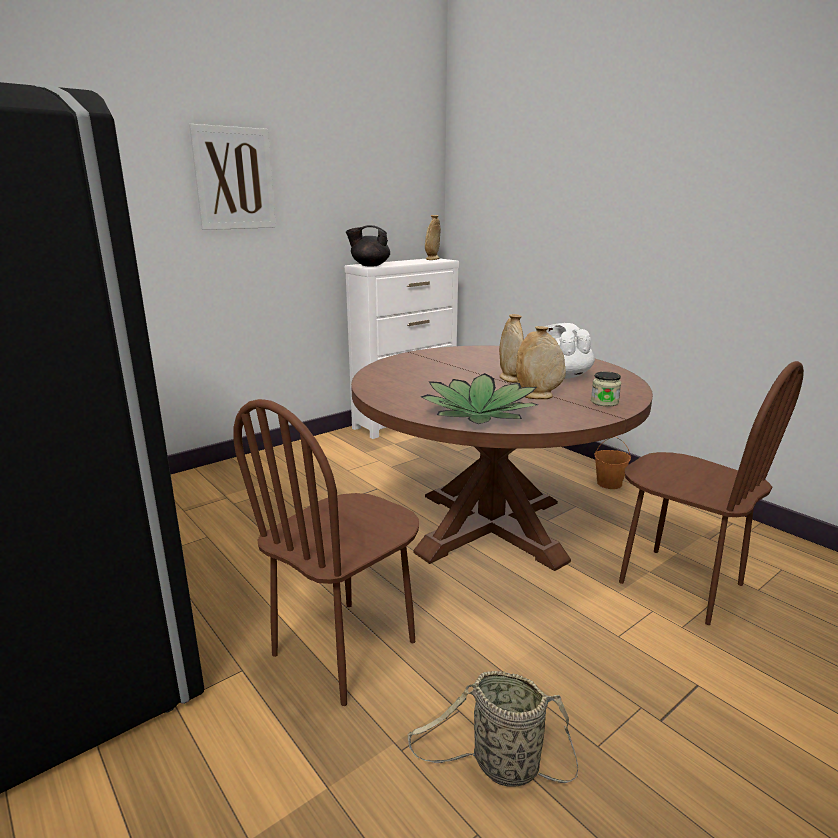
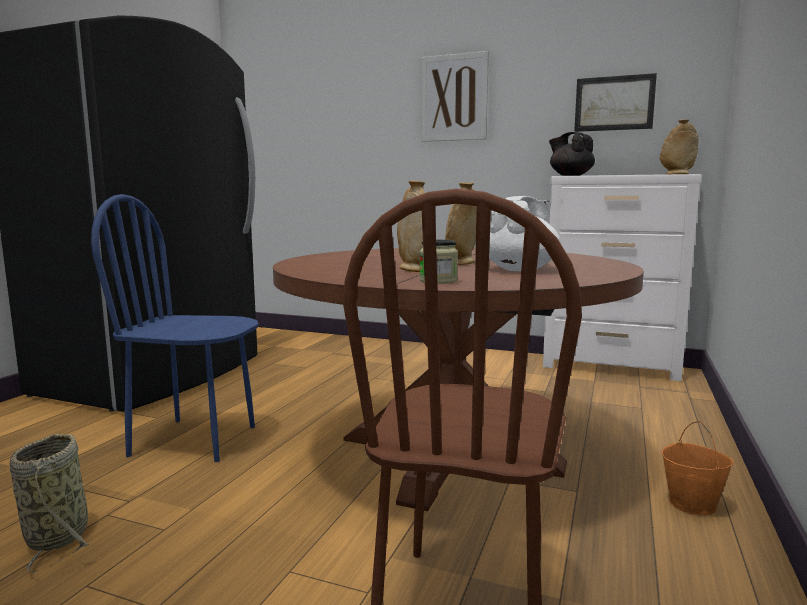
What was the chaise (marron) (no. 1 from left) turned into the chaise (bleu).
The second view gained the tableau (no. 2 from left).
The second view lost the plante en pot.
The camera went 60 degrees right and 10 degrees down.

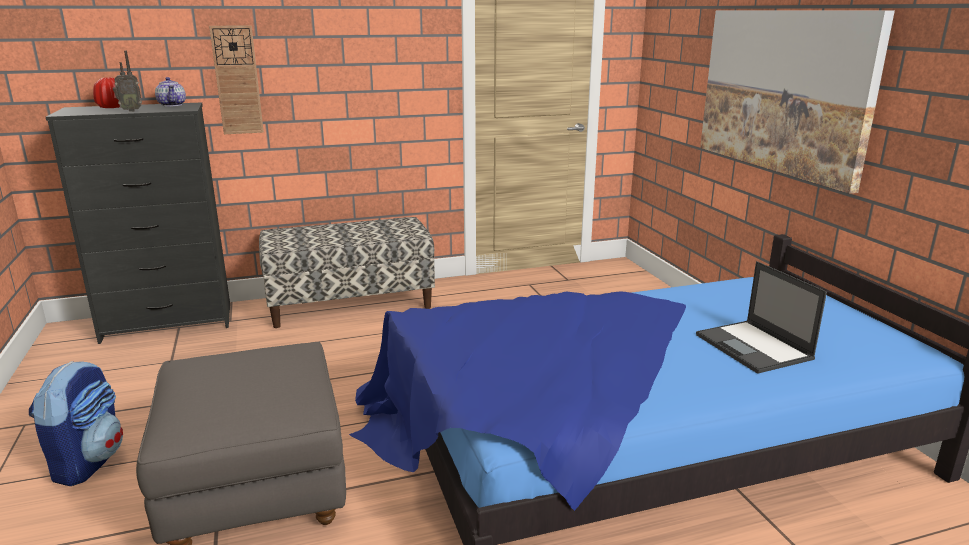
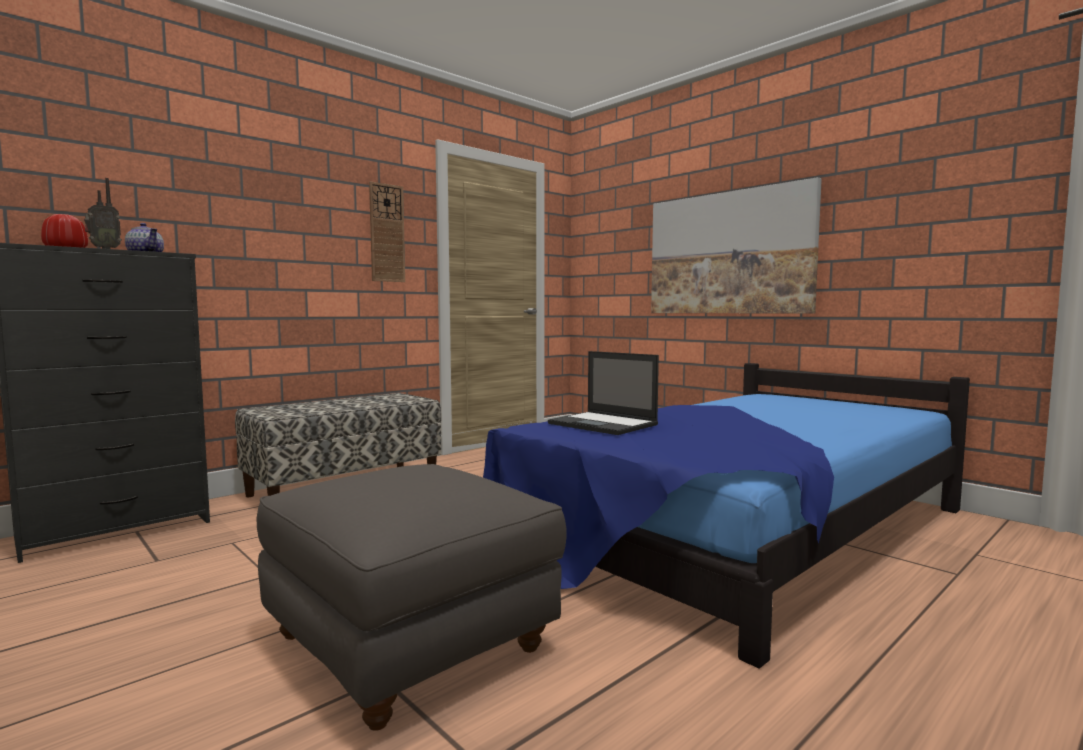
The horloge murale ended up elsewhere.
The ordinateur portable ended up elsewhere.
The second view lost the sac à dos.
The camera went 25 degrees left and 15 degrees down.

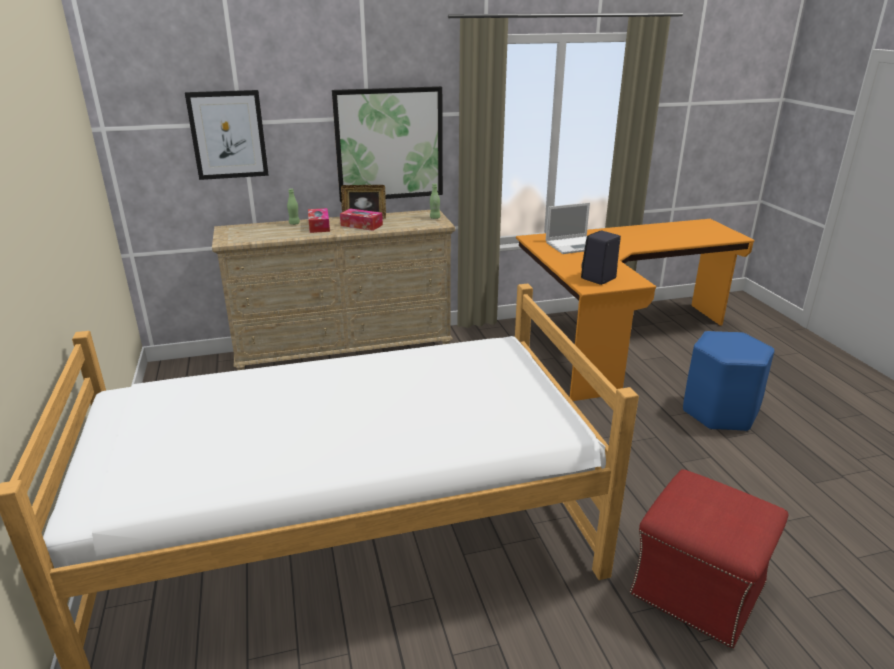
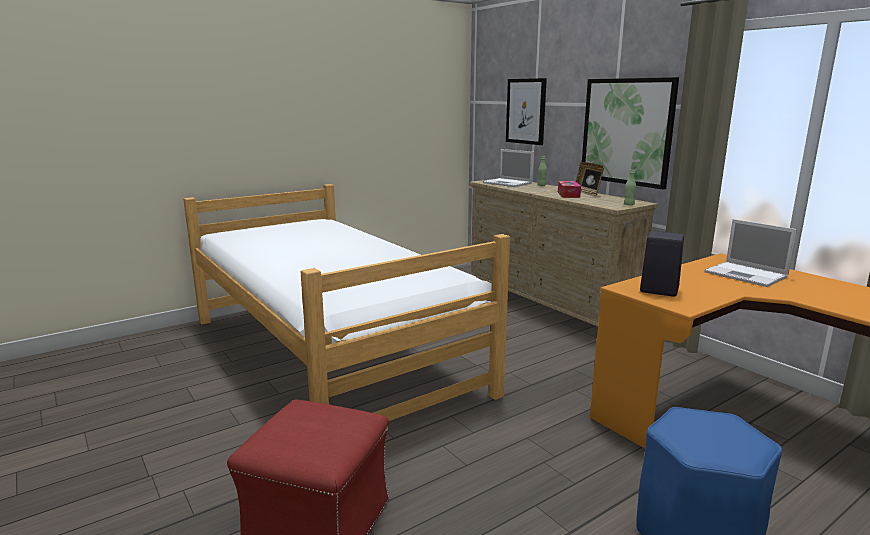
The second view gained the ordinateur portable (no. 1 from left).
The second view lost the boîte à mouchoirs (no. 1 from left).
The camera went 70 degrees right and 10 degrees down.

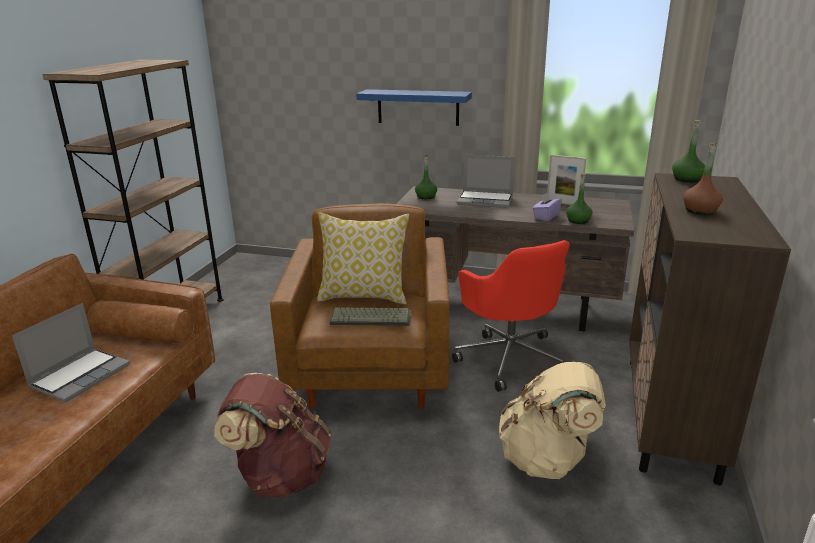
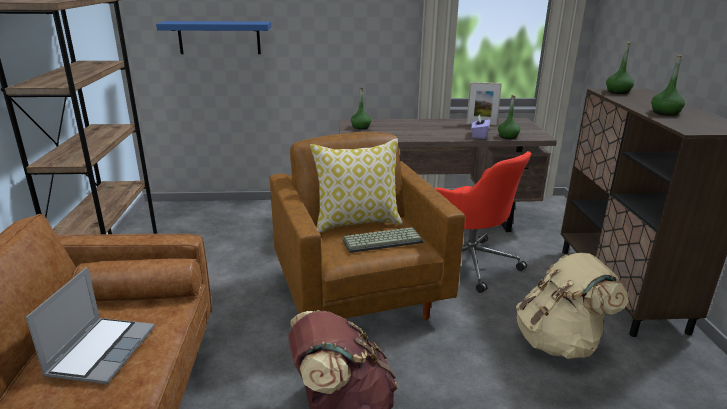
The étagère (bleu) ended up elsewhere.
What was the bouteille (marron) turned into the bouteille (vert) (no. 4 from left).
The second view lost the ordinateur portable (no. 2 from left).
The camera went 20 degrees left and 0 degrees up.

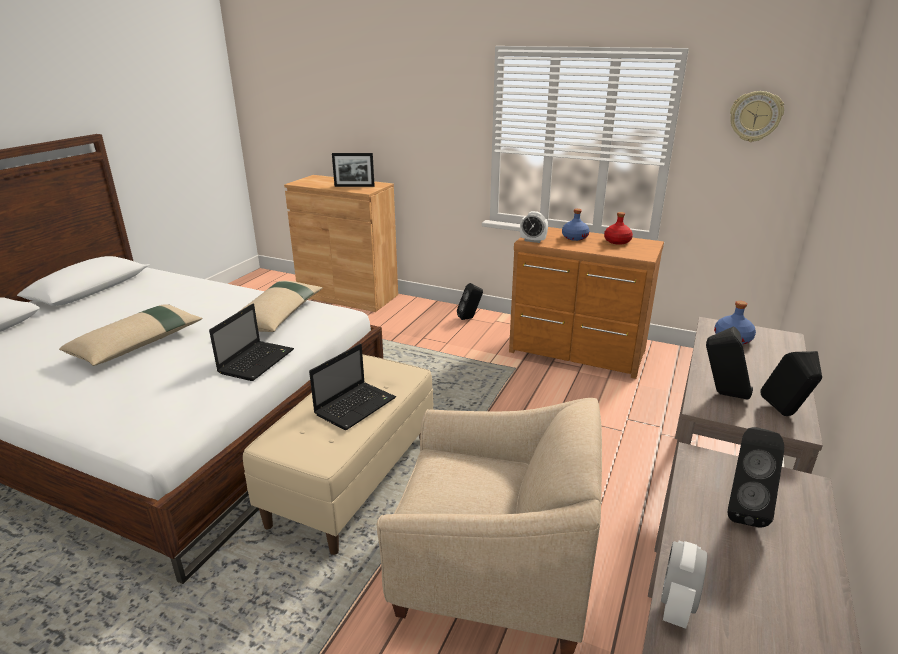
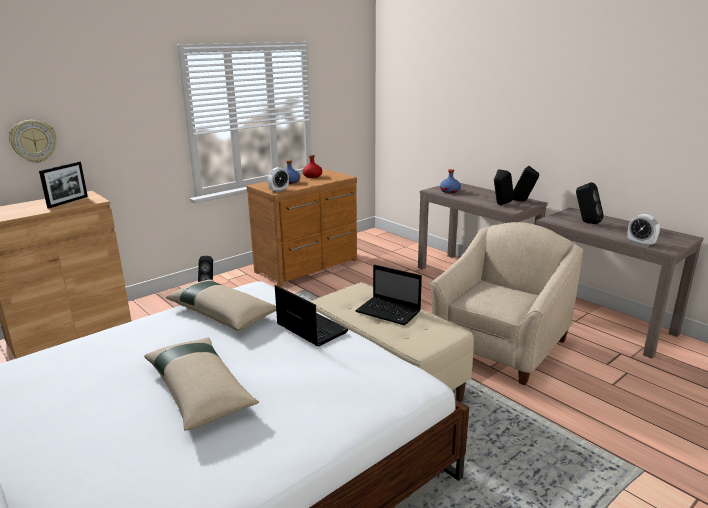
The horloge murale ended up elsewhere.
The ordinateur portable (no. 2 from left) ended up facing another way, 150 degrees clockwise from before.
The camera went 65 degrees left and 5 degrees down.

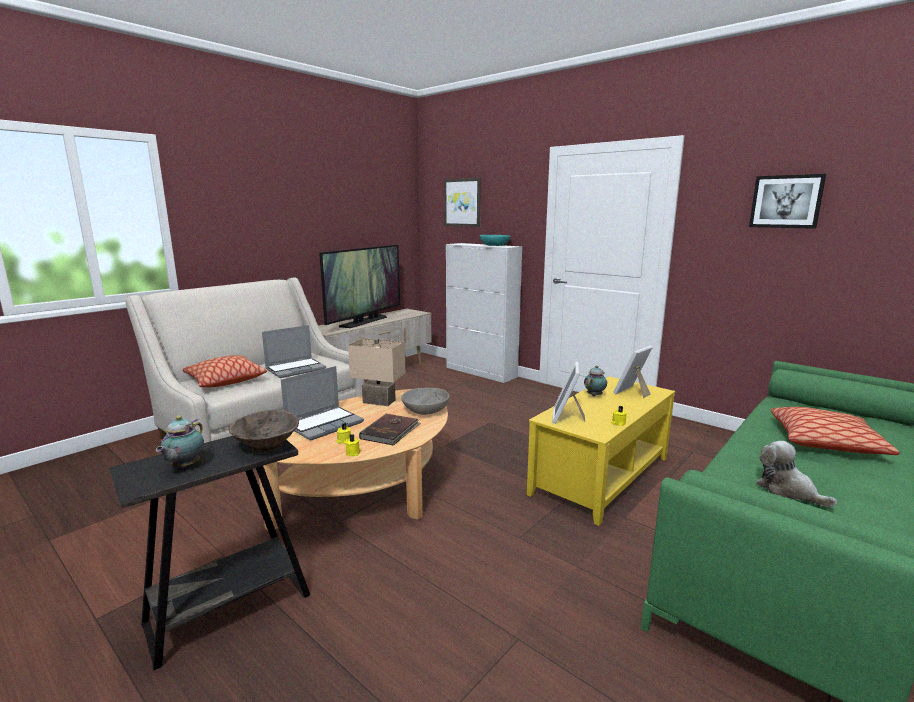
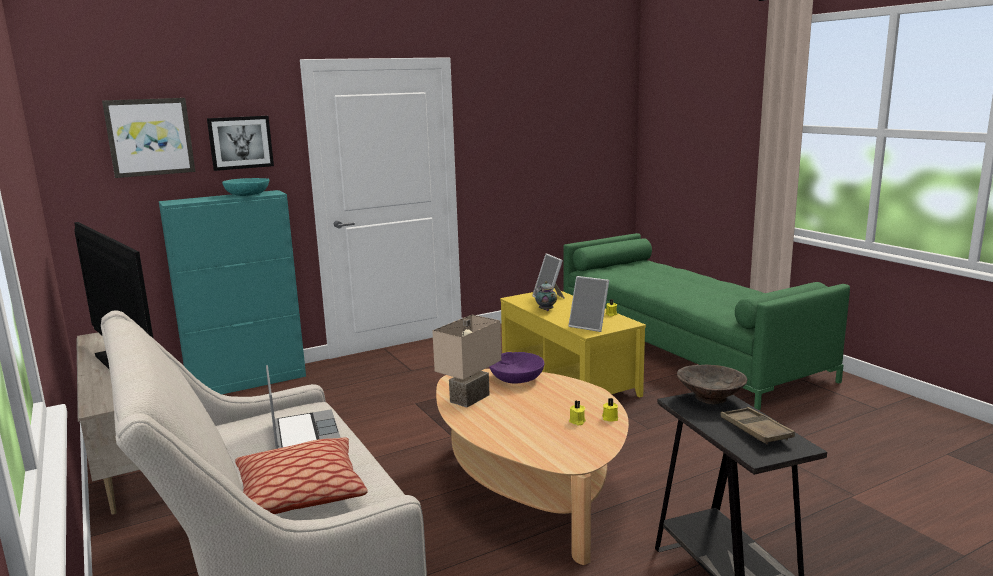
What was the meuble de rangement (blanc) turned into the meuble de rangement (turquoise).
The tableau (no. 2 from left) ended up elsewhere.
What was the bol (gris) turned into the bol (violet).
Where the théière (no. 1 from left) stood, the plateau (marron) came to stand.
The second view lost the ordinateur portable (no. 2 from left).
The second view lost the livre (marron).
The second view lost the peluche.
The second view lost the coussin (no. 2 from left).
The camera went 70 degrees left and 0 degrees up.

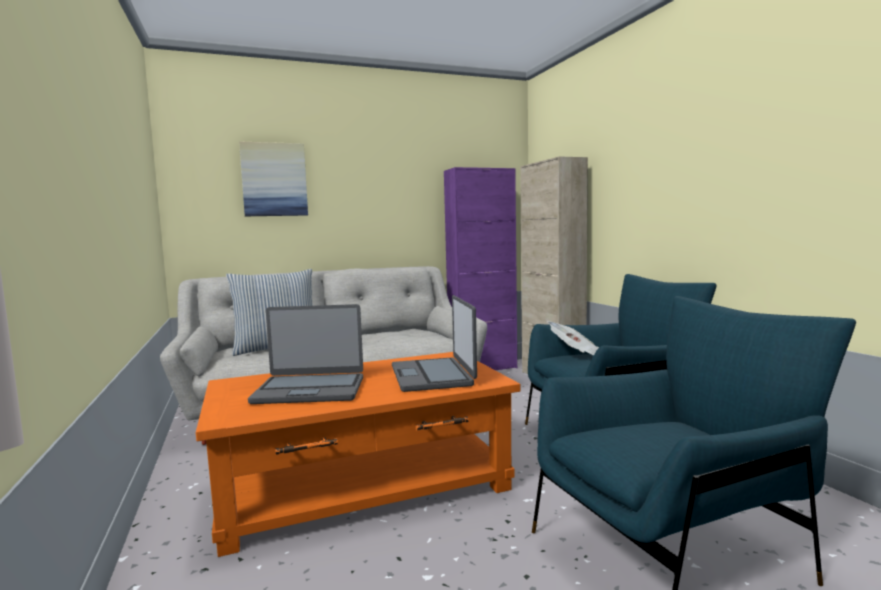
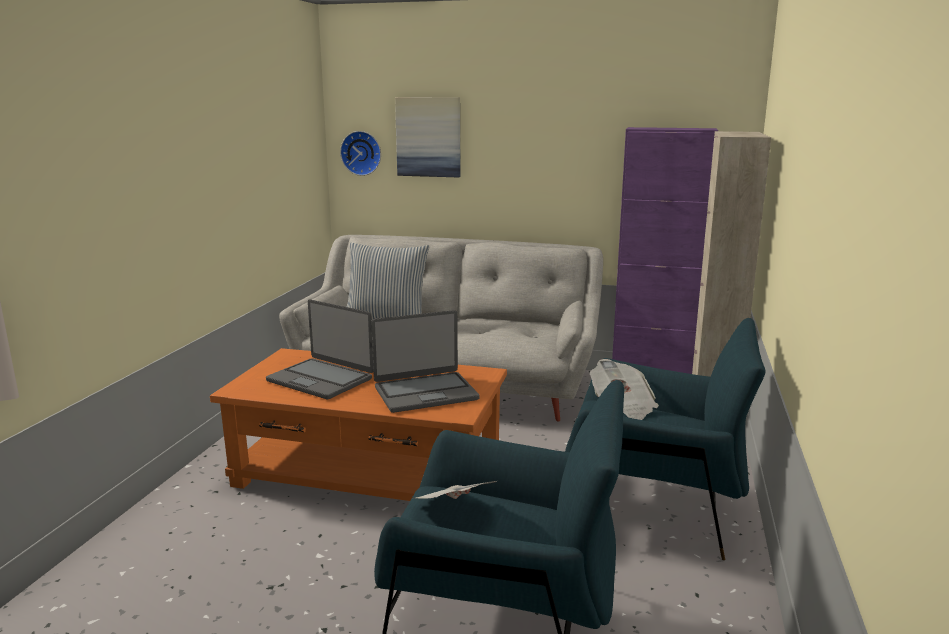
The second view gained the horloge murale.
The ordinateur portable (no. 2 from left) ended up facing another way, 135 degrees counterclockwise from before.
The second view gained the journal (no. 1 from left).
The camera went 35 degrees right and 10 degrees up.

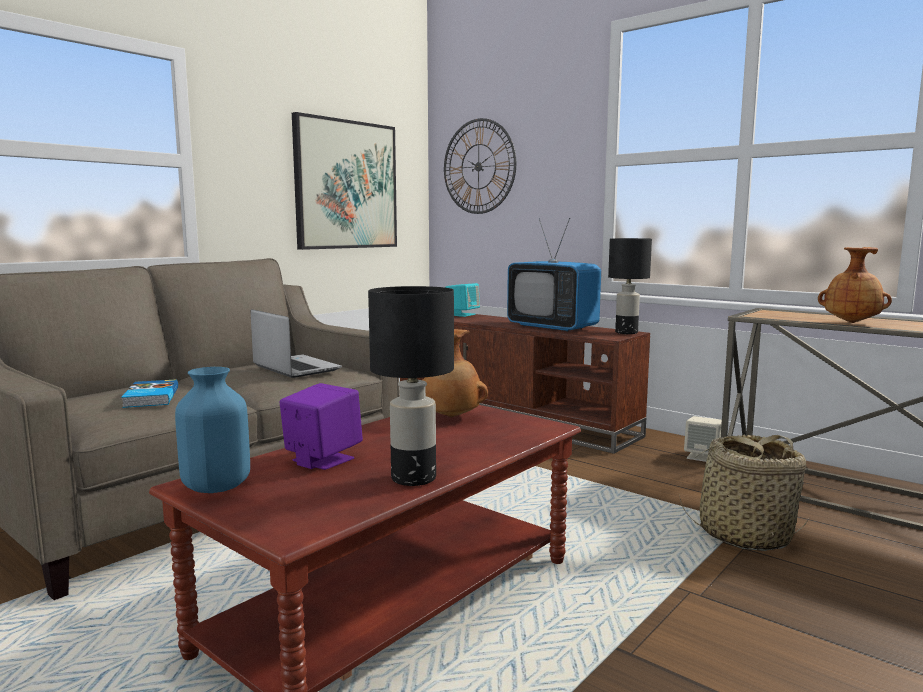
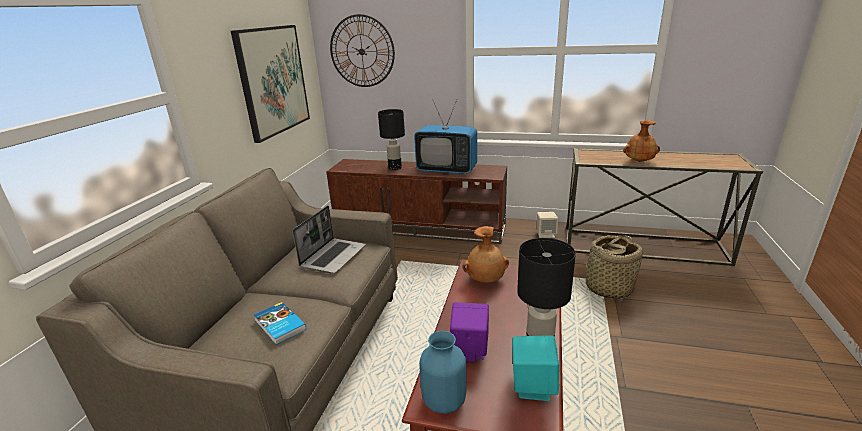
The ordinateur portable ended up facing another way, 90 degrees clockwise from before.
The lampe de table (noir) (no. 2 from left in the first image) ended up elsewhere.
The enceinte (turquoise) ended up elsewhere.
The camera went 25 degrees left and 15 degrees up.

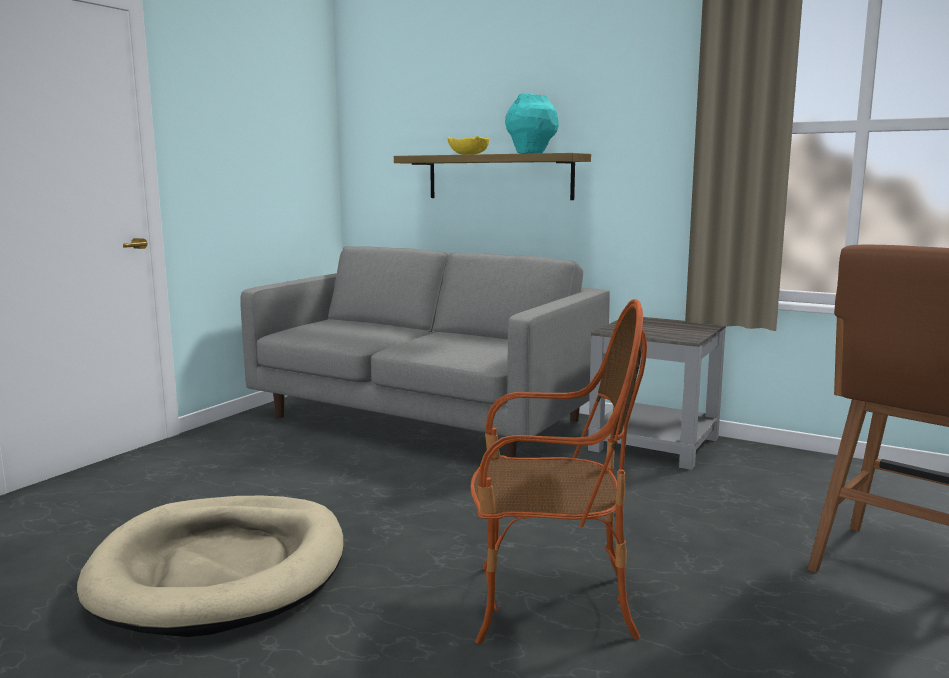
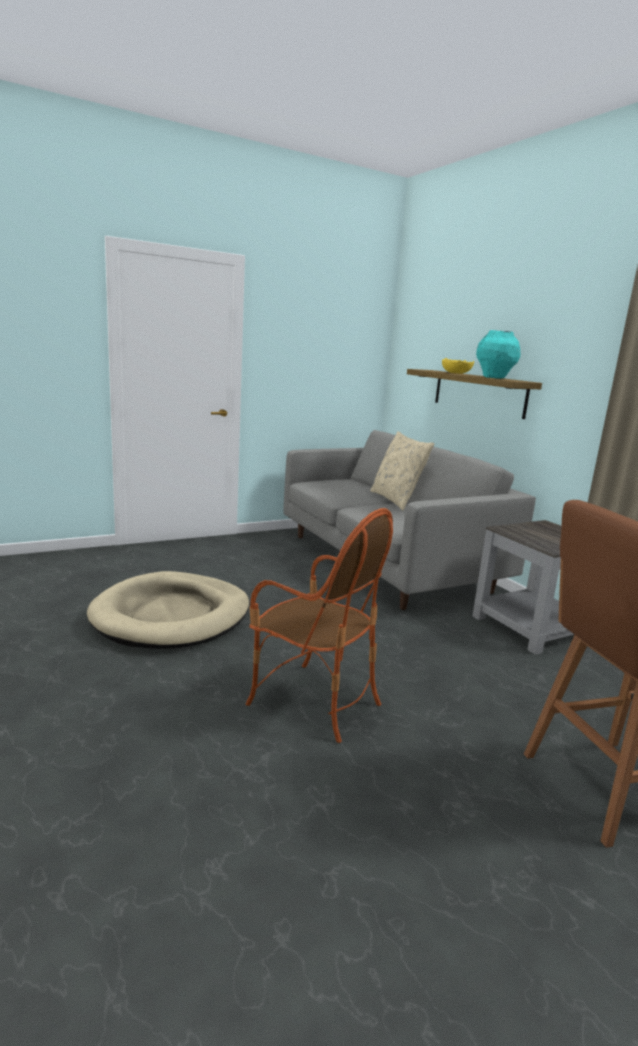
The second view gained the coussin (beige).
The camera went 30 degrees right and 5 degrees up.

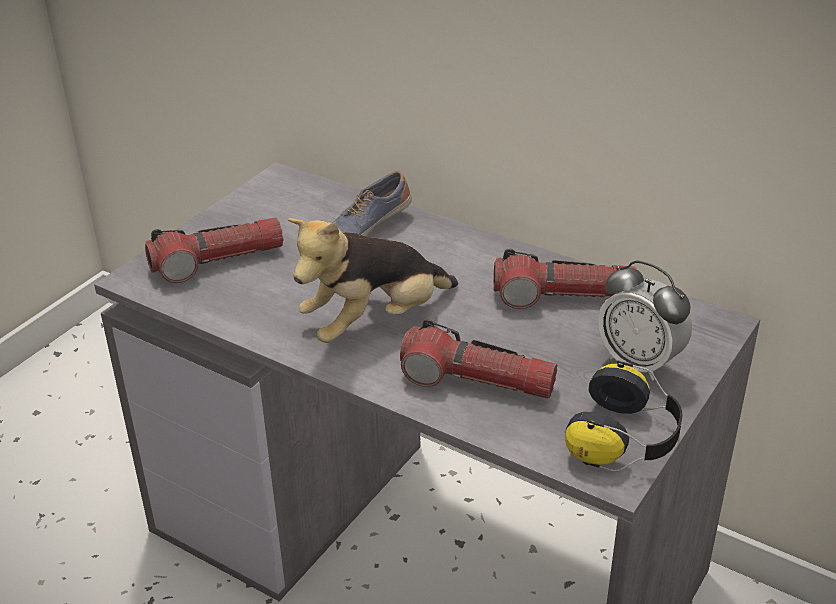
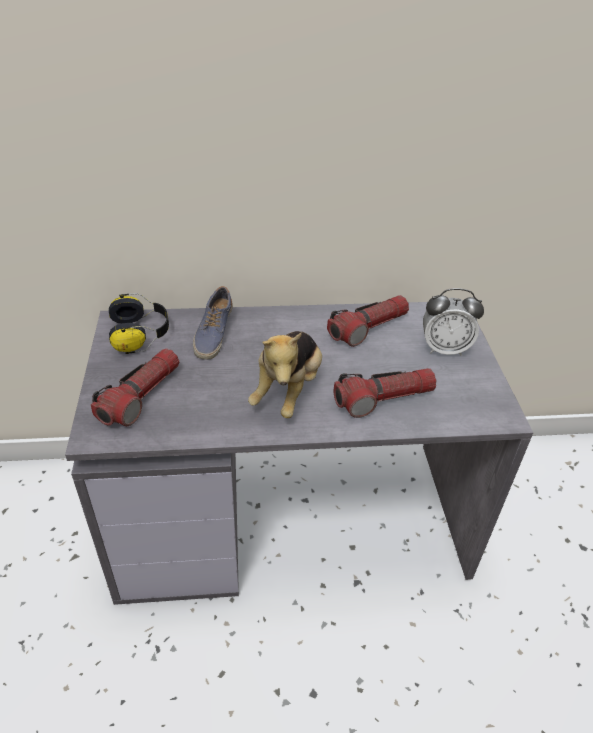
The casque audio ended up elsewhere.
The camera went 40 degrees left and 5 degrees up.

